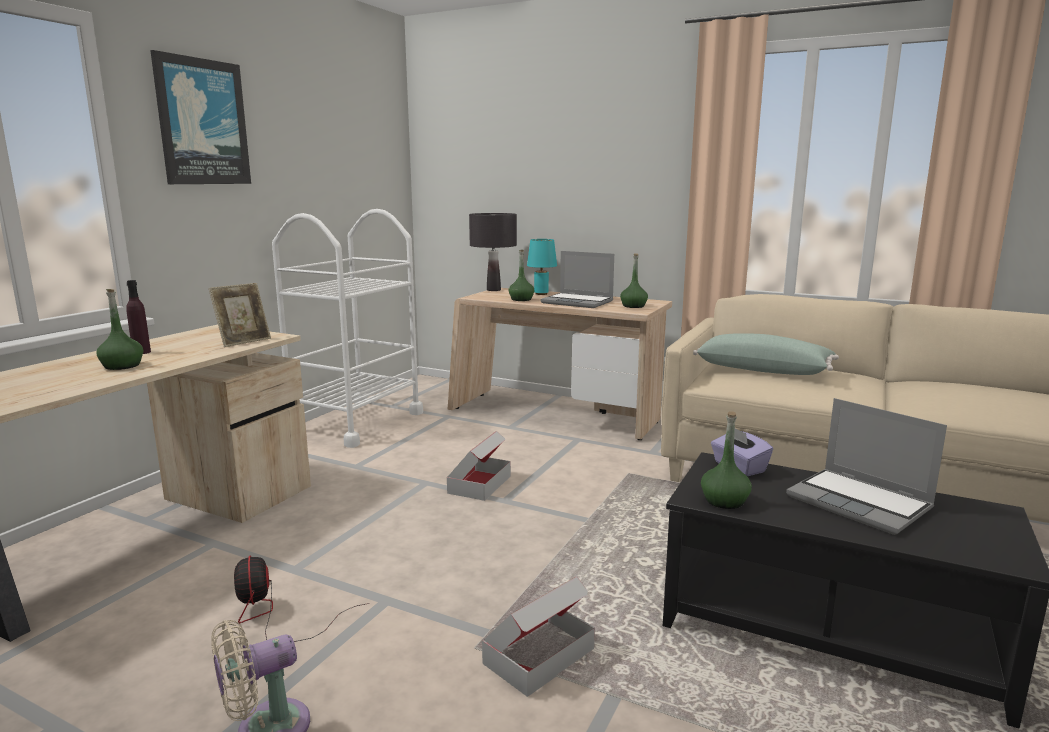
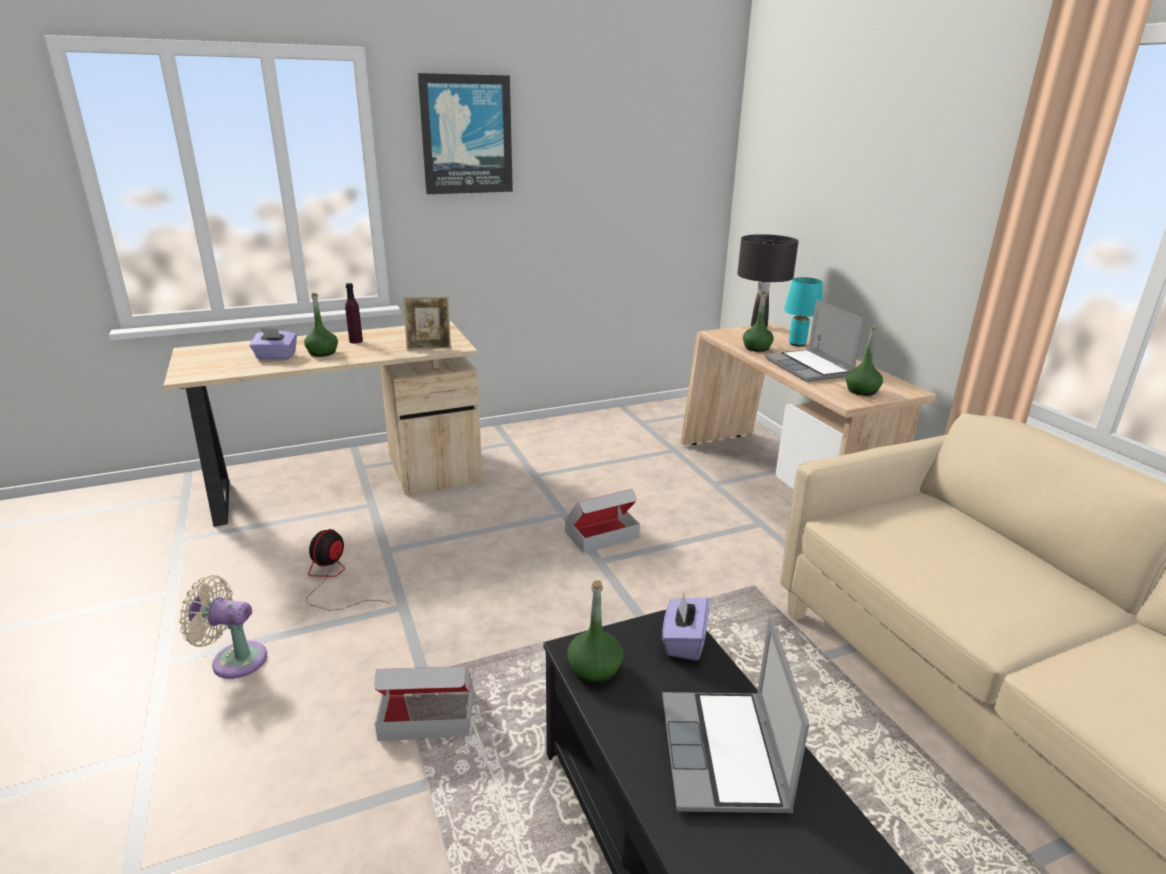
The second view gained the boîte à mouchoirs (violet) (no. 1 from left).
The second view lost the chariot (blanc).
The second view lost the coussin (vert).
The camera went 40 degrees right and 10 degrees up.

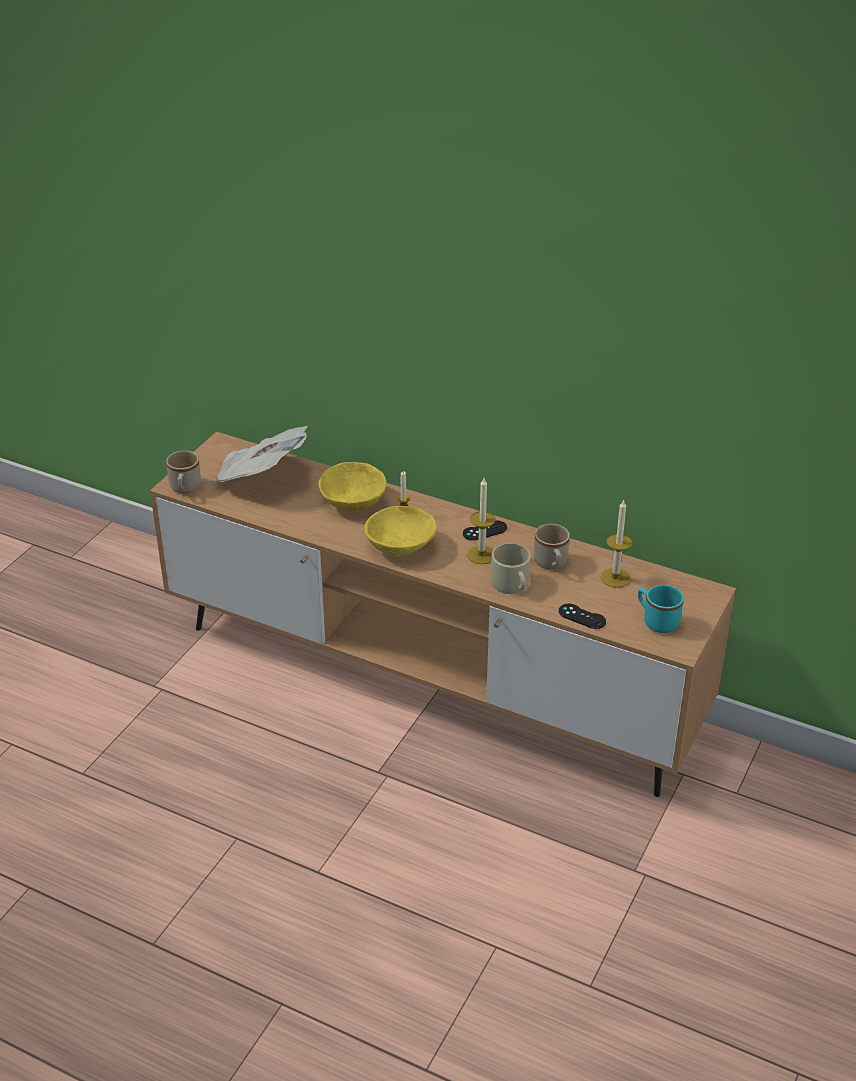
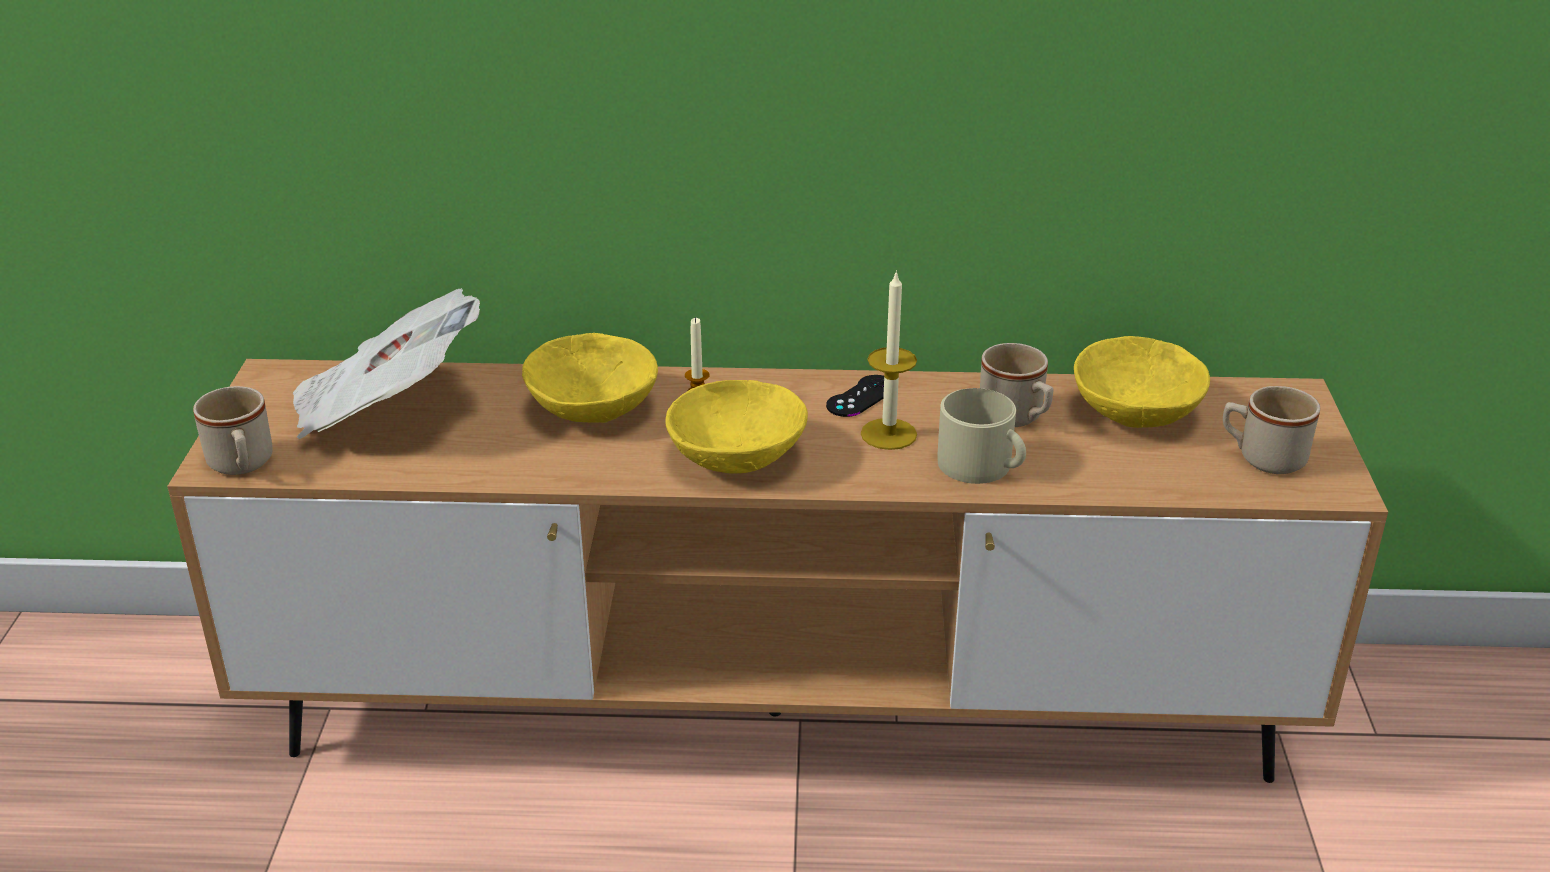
Where the bougie (no. 3 from left) stood, the bol (jaune) (no. 3 from left) came to stand.
What was the mug (turquoise) turned into the mug (beige) (no. 4 from left).
The second view lost the manette (noir) (no. 2 from left).
The camera went 25 degrees left and 5 degrees down.

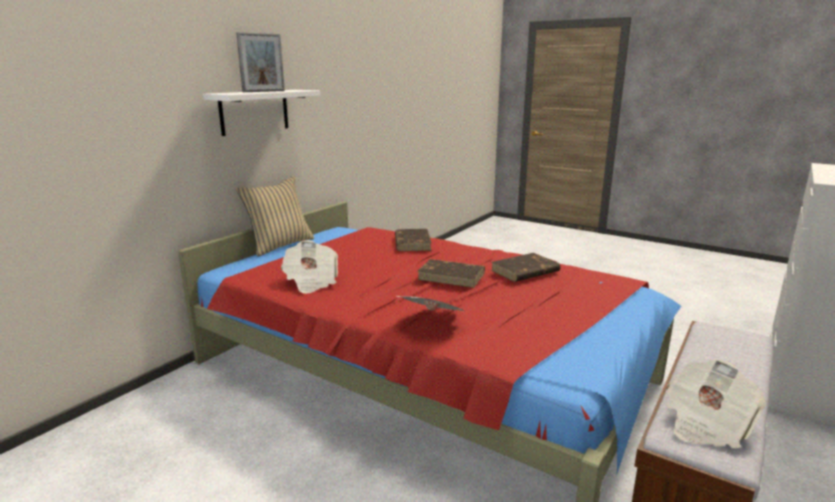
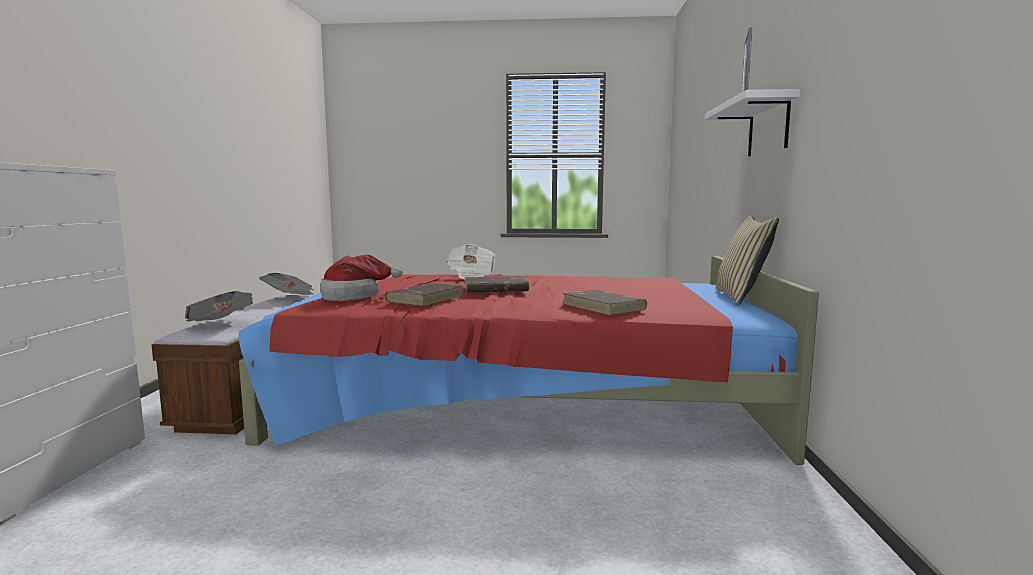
The journal (no. 1 from left) ended up elsewhere.
The second view gained the chapeau.
The camera went 150 degrees right and 10 degrees down.

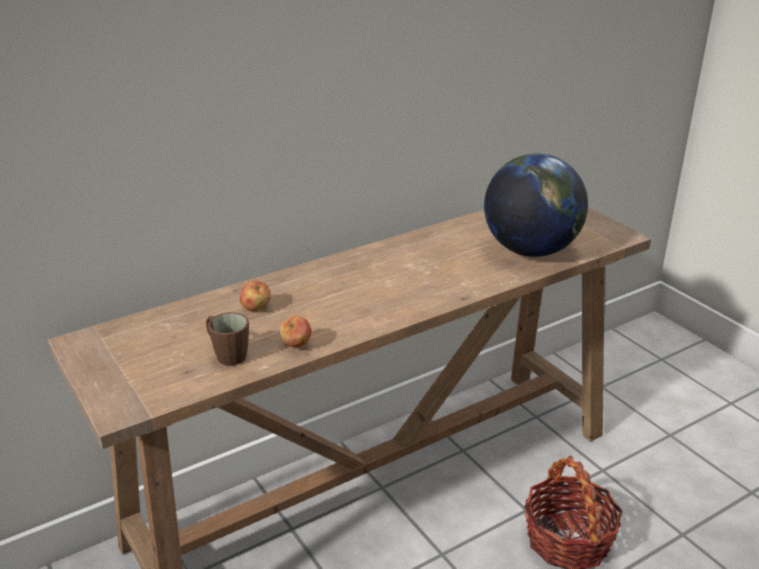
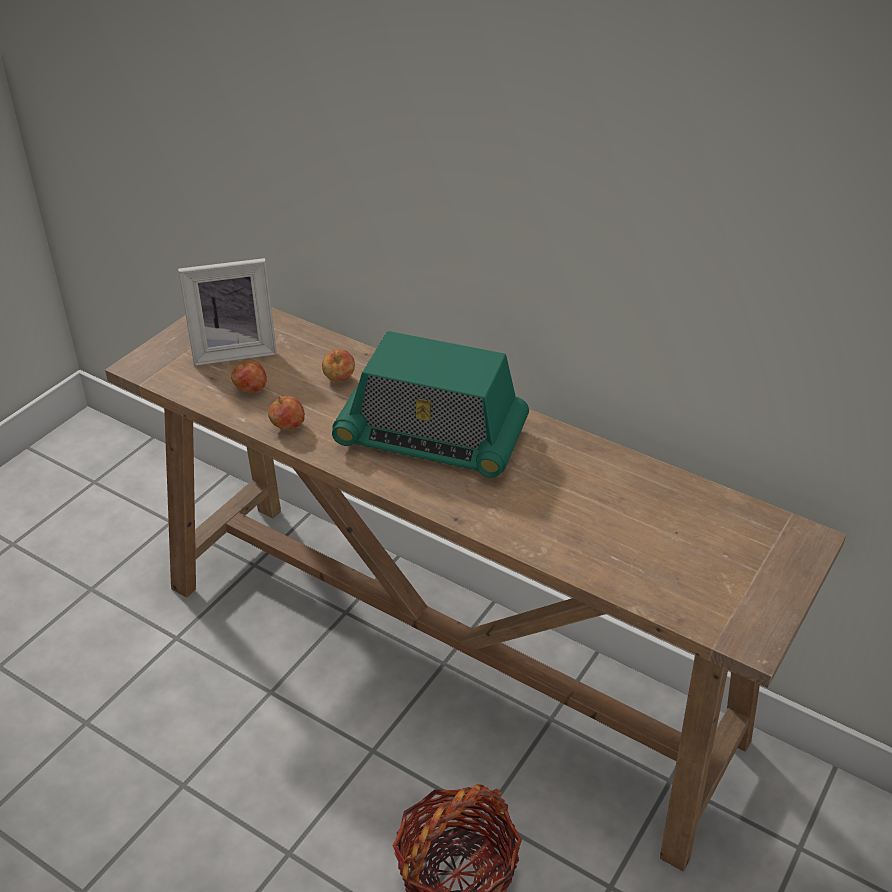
The second view gained the cadre photo.
Where the mug (marron) stood, the pomme (no. 1 from left) came to stand.
The second view gained the radio.
The second view lost the globe.
The camera went 65 degrees right and 10 degrees up.

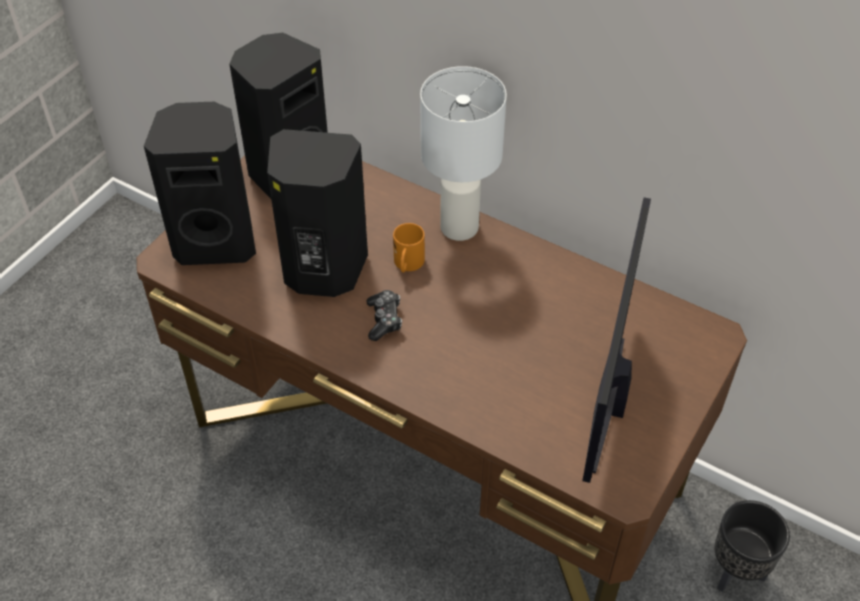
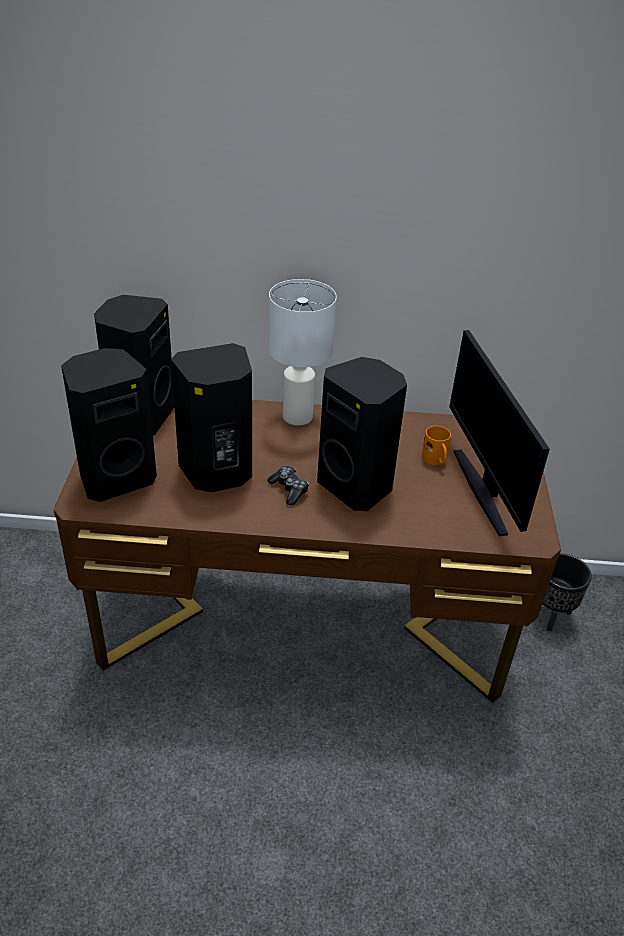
The second view gained the enceinte (noir) (no. 4 from left).
The mug (orange) ended up elsewhere.
The camera went 30 degrees left and 10 degrees down.

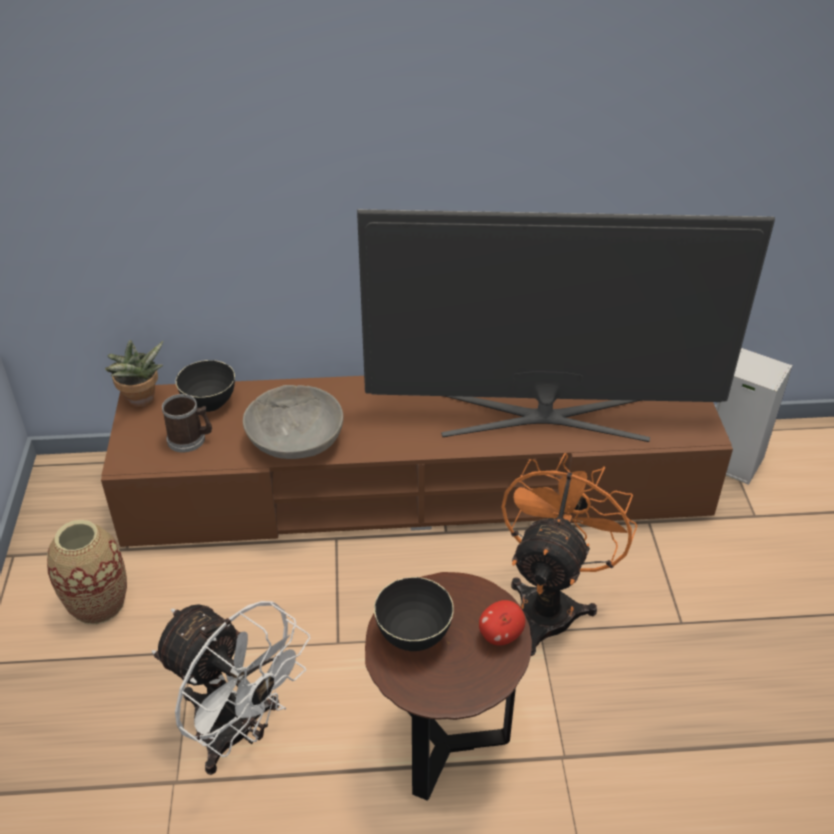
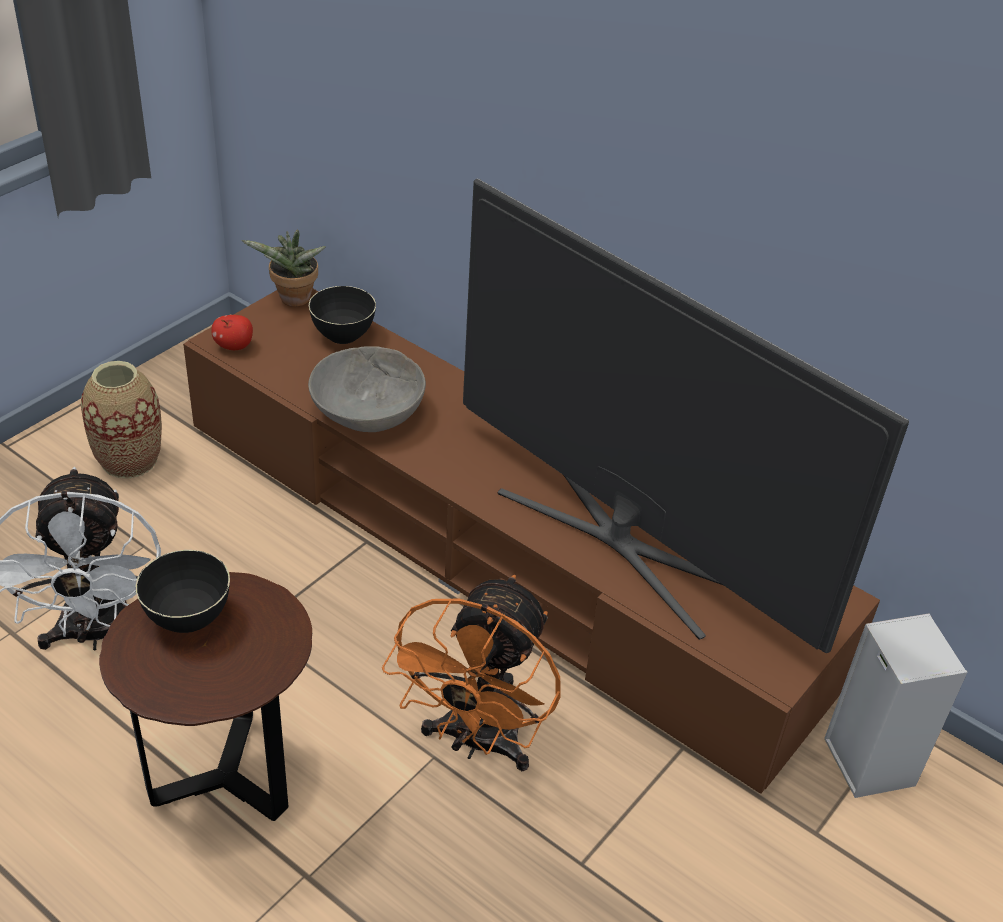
The pomme ended up elsewhere.
The ventilateur (orange) ended up facing another way, 135 degrees clockwise from before.
The second view lost the mug.
The camera went 40 degrees right and 0 degrees up.

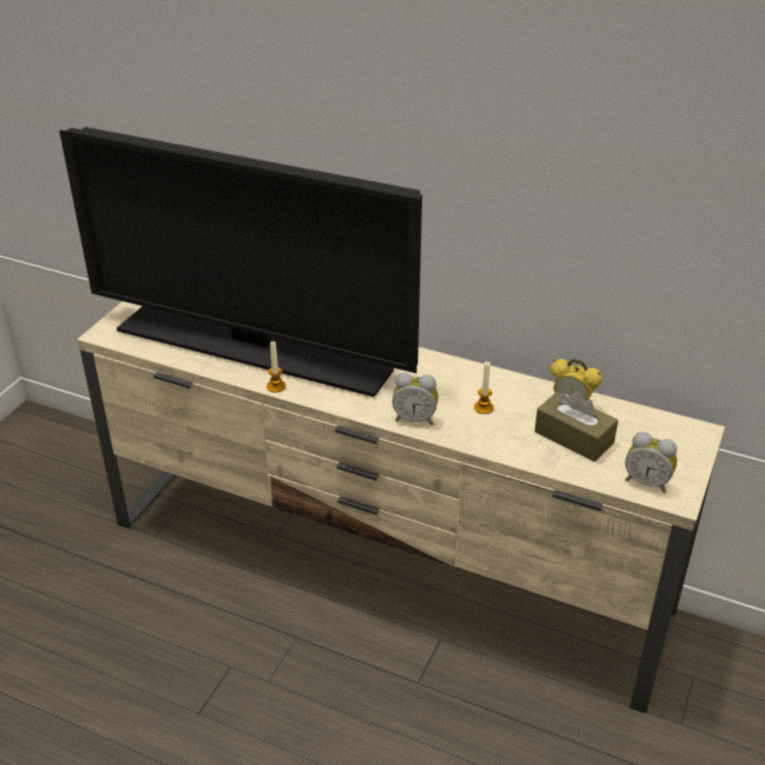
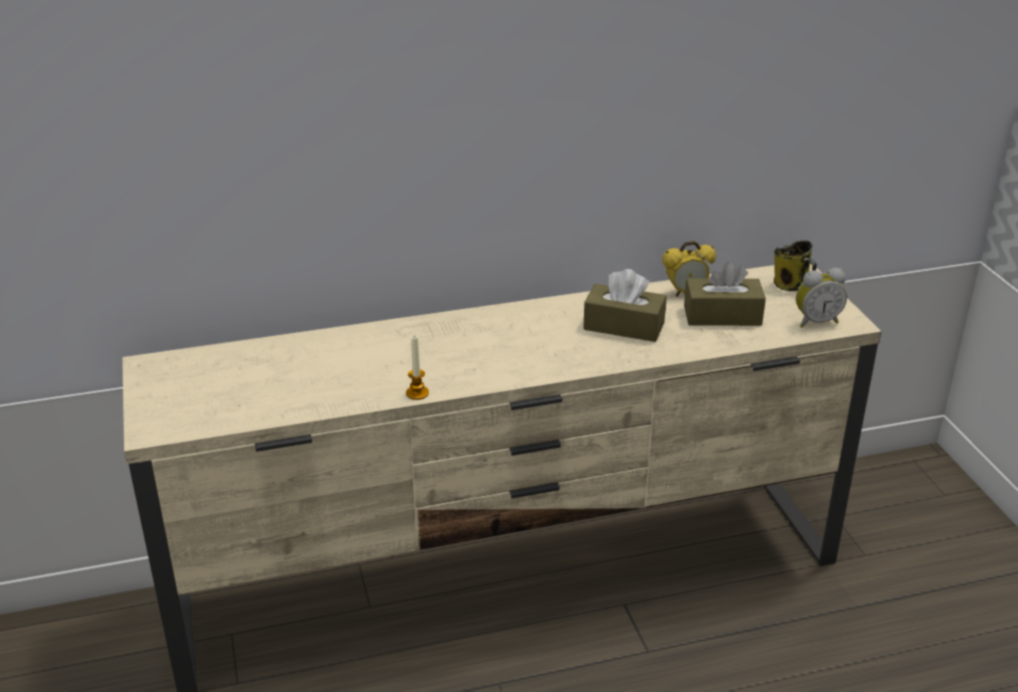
Where the bougie (no. 2 from left) stood, the boîte à mouchoirs (marron) (no. 1 from left) came to stand.
The second view gained the mug.
The second view lost the téléviseur.
The second view lost the réveil (no. 1 from left).
The camera went 40 degrees left and 5 degrees down.

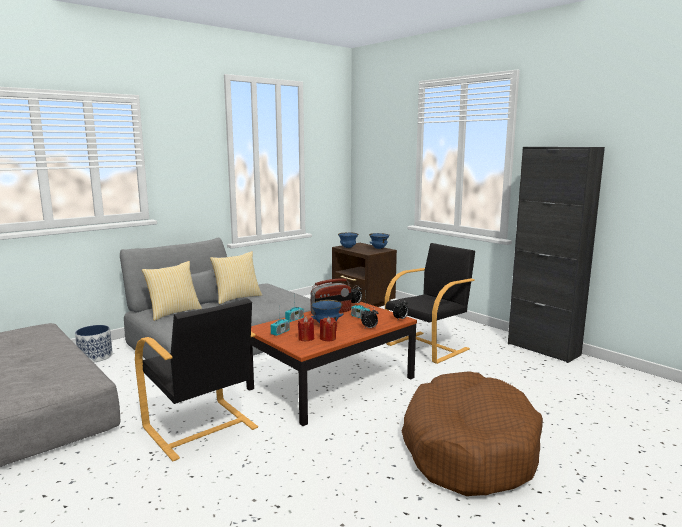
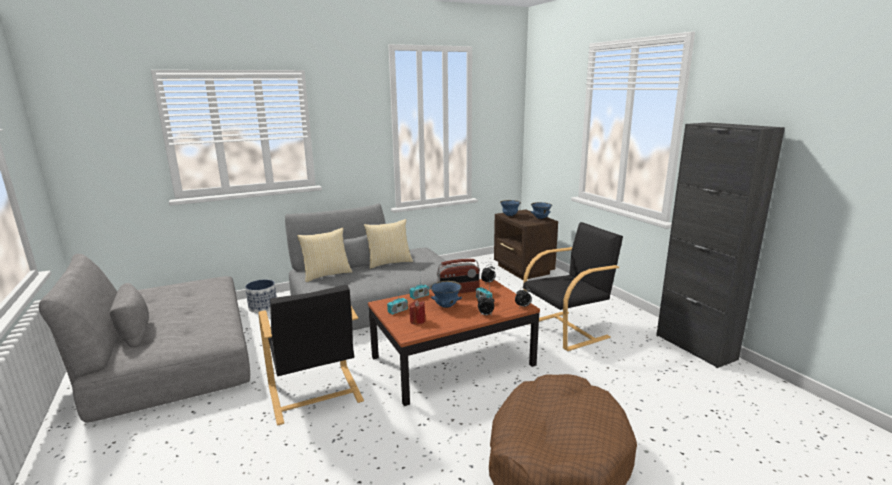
The second view lost the bougie (rouge) (no. 2 from left).
The camera went 15 degrees right and 5 degrees up.

